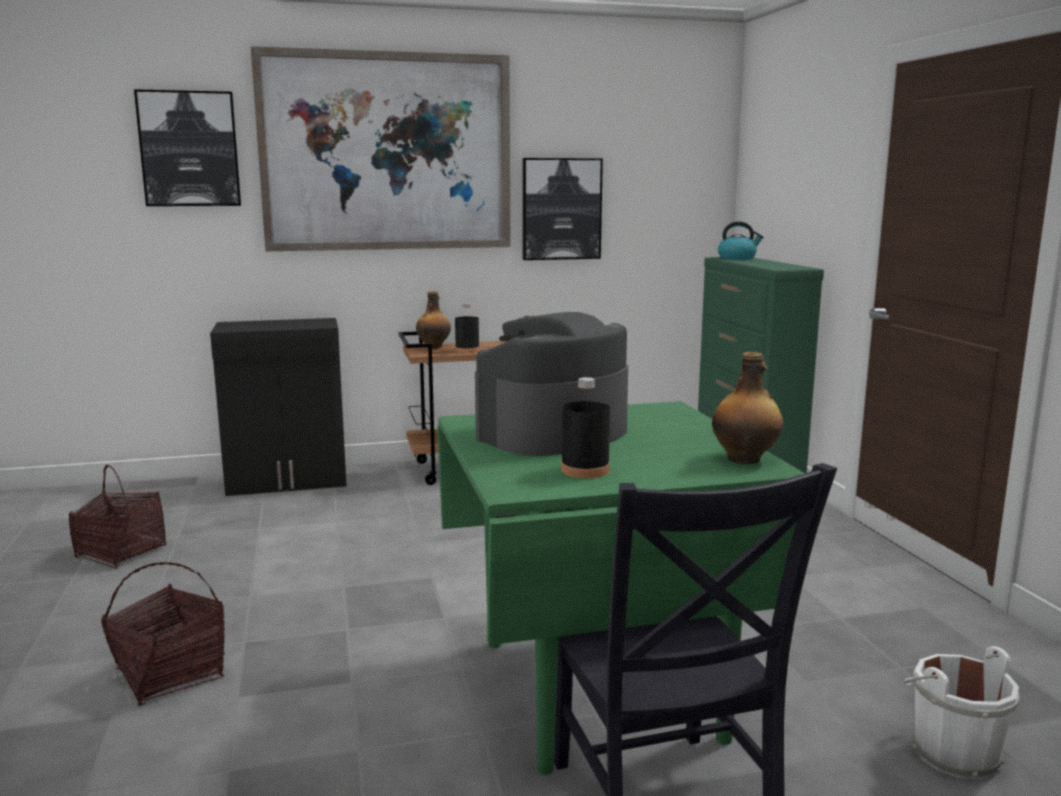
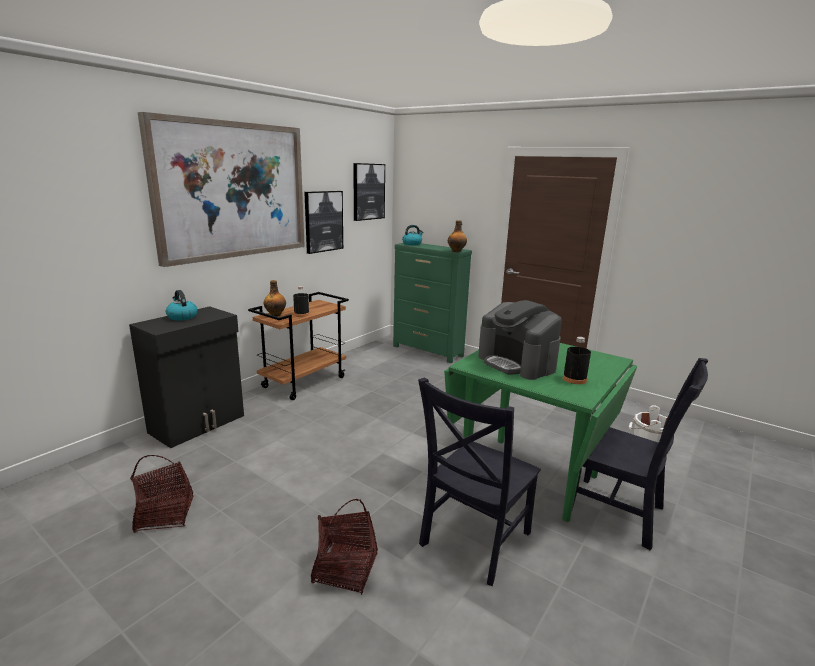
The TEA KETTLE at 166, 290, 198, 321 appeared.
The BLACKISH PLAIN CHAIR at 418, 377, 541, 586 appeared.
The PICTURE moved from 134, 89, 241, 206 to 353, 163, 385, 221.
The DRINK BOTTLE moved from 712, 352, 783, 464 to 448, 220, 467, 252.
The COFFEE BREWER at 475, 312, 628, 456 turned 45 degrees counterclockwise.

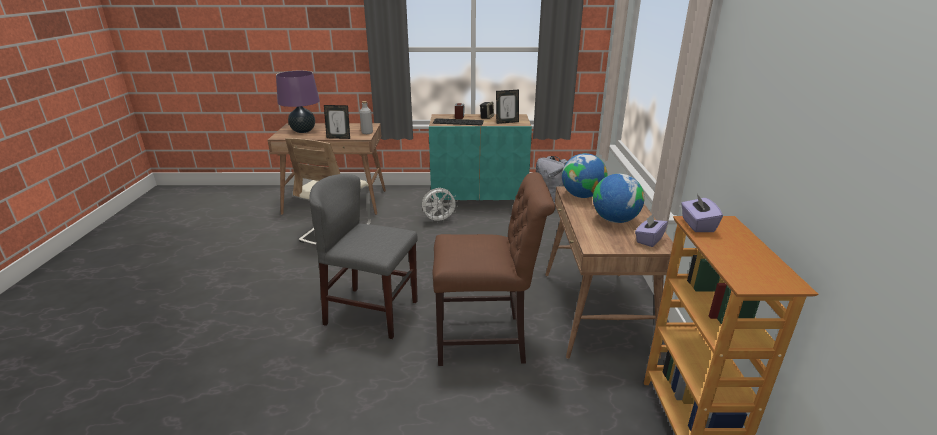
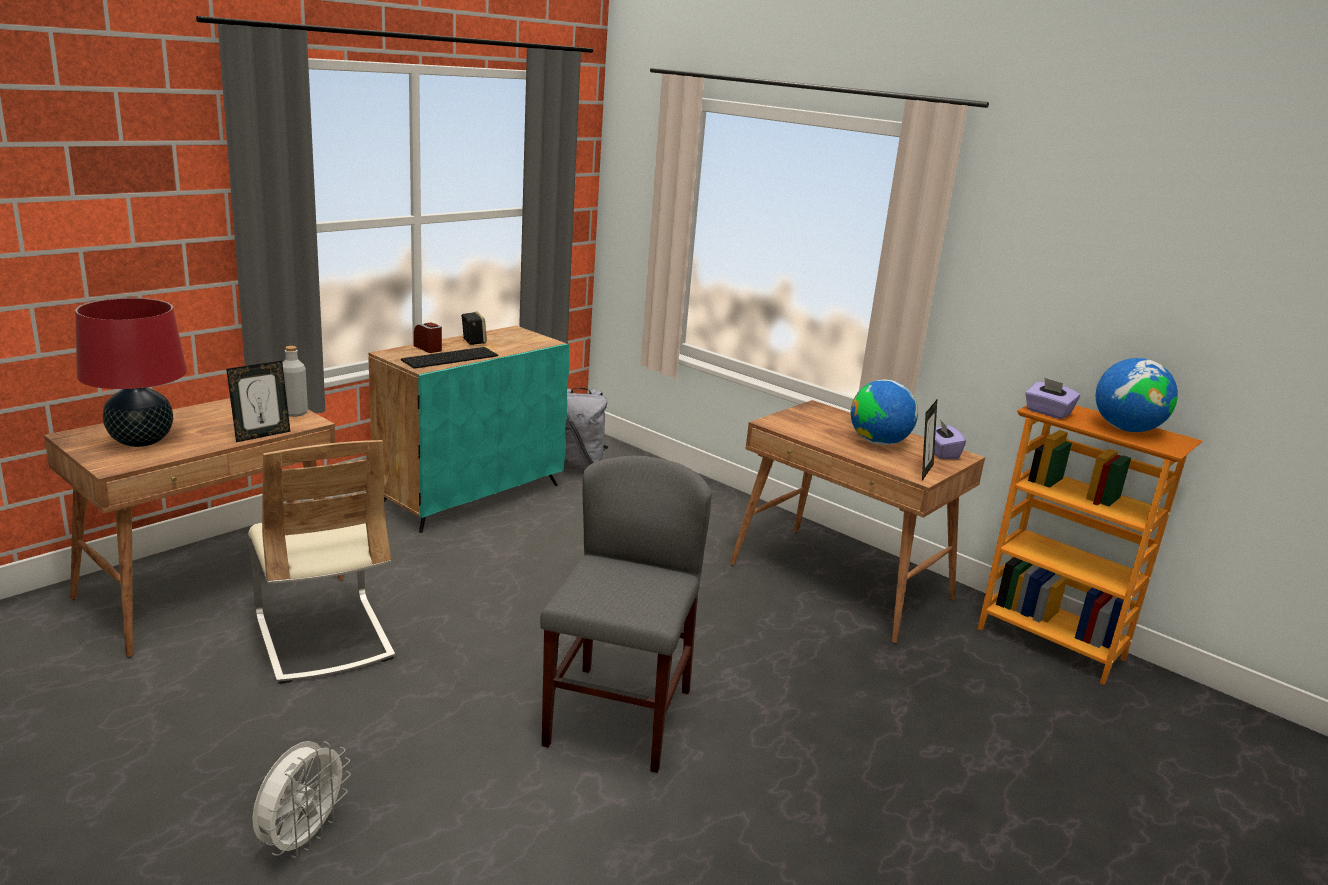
The BROWN-COLOURED PLAIN CHAIR at 433, 172, 555, 366 disappeared.
The WHITISH COOLING FAN moved from 422, 188, 458, 223 to 252, 741, 351, 858.
The STANDING FRAME moved from 496, 90, 519, 124 to 922, 400, 937, 481.
The DESK GLOBE moved from 562, 153, 608, 198 to 1096, 358, 1178, 432.
The PURPLISH LAMP FOR A TABLE at 276, 71, 320, 133 became the REDDISH LAMP FOR A TABLE at 75, 298, 187, 447.
The GREY PLAIN CHAIR at 309, 174, 418, 339 turned 135 degrees clockwise.

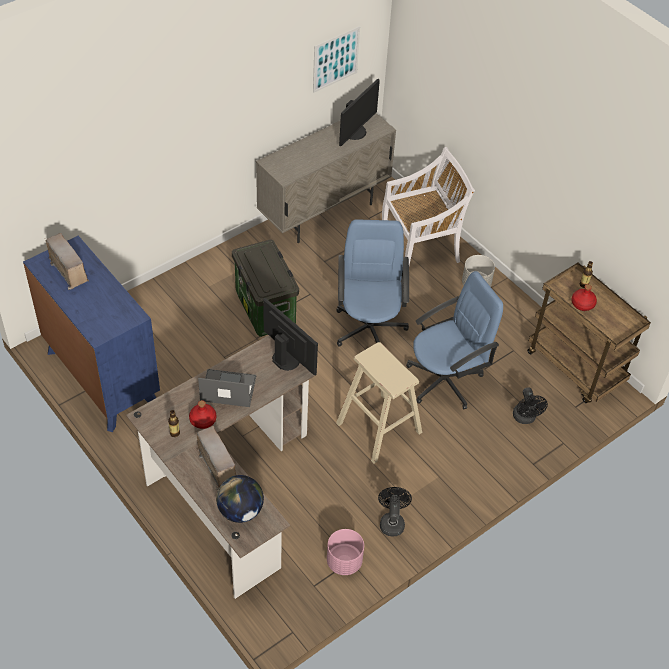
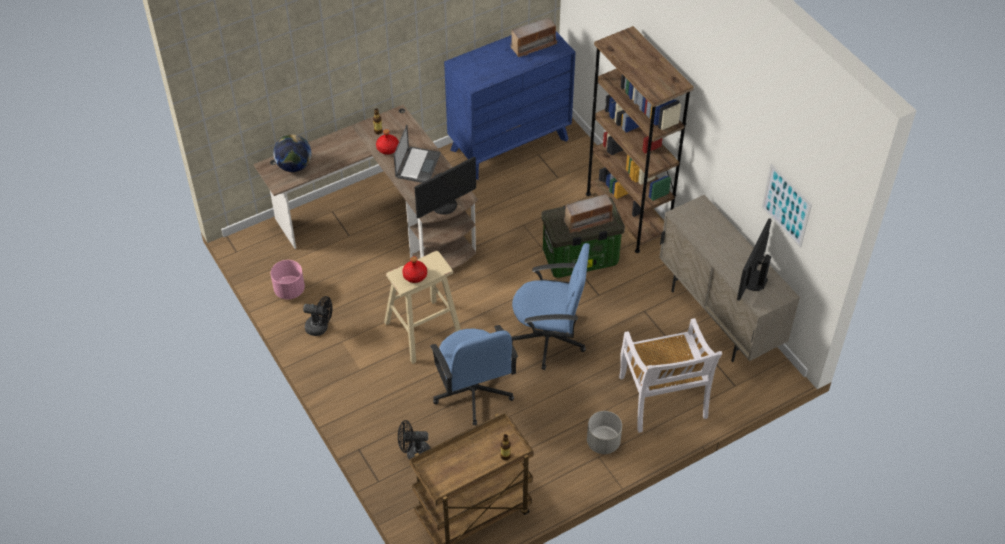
The BROWN-COLOURED BOOKCASE at 586, 26, 694, 253 appeared.
The RADIO SET moved from 196, 426, 236, 490 to 564, 194, 614, 233.
The REDDISH DRINK BOTTLE moved from 572, 284, 597, 311 to 402, 256, 427, 283.
The COMPUTER SCREEN at 339, 79, 380, 146 turned 75 degrees clockwise.

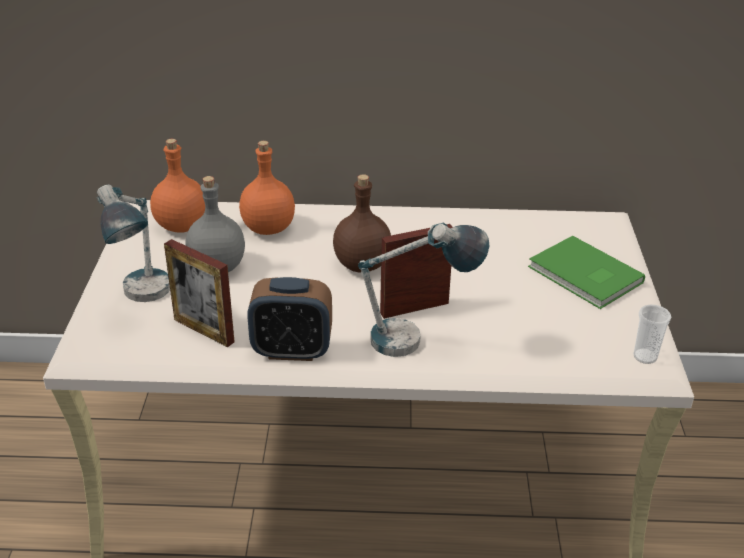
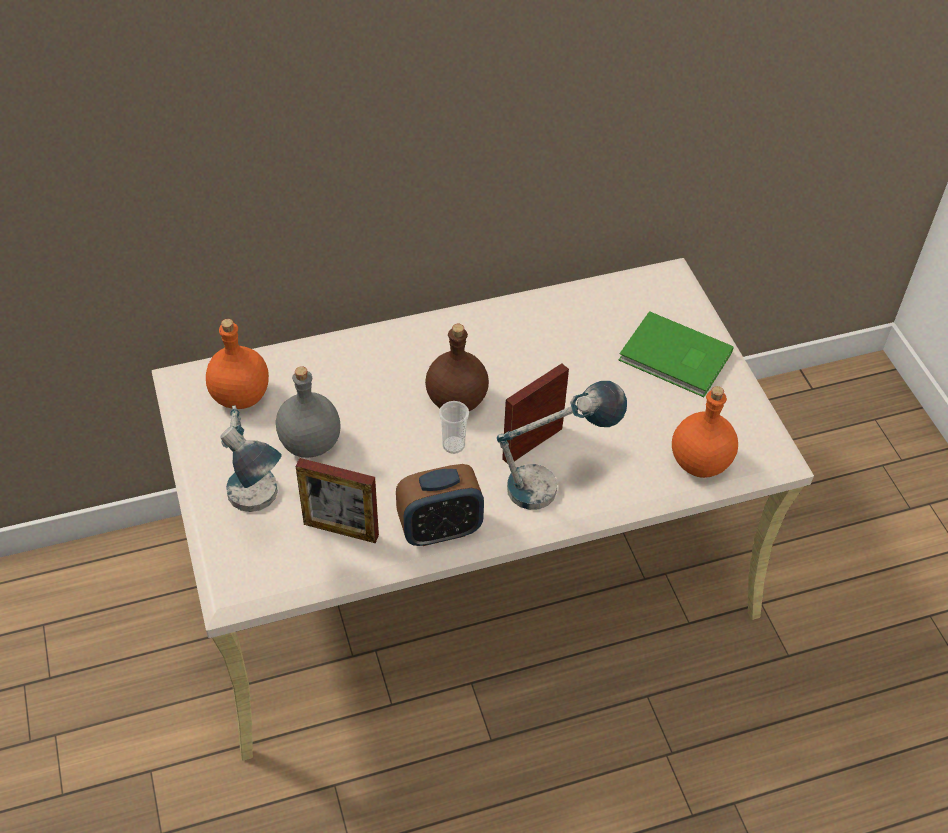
The ORANGE-COLOURED DRINK BOTTLE moved from 239, 141, 295, 235 to 672, 386, 738, 478.
The CUP moved from 633, 304, 671, 364 to 439, 401, 469, 454.

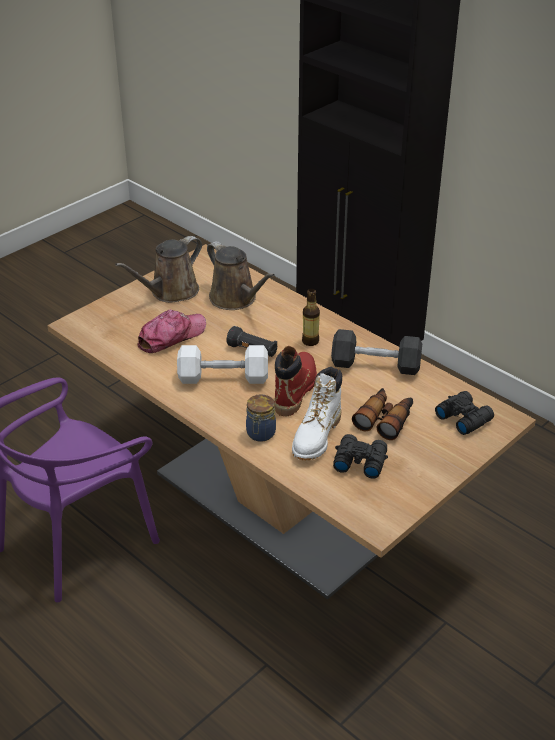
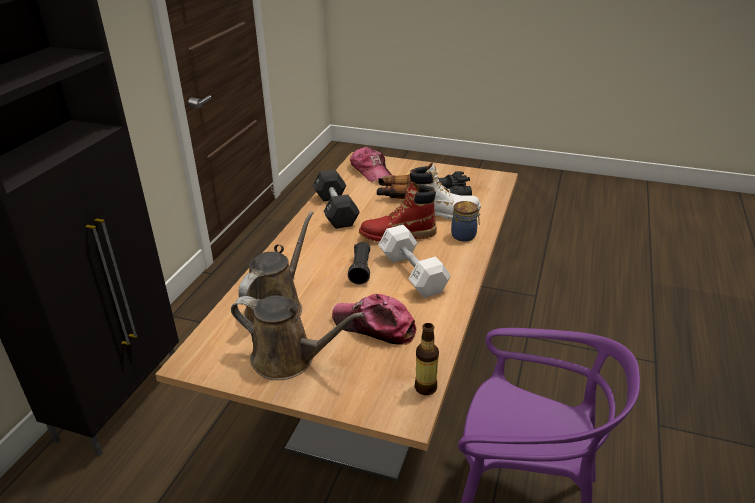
The DRINK BOTTLE moved from 302, 289, 320, 346 to 415, 323, 439, 395.
The BLACKISH BINOCULARS at 435, 391, 494, 435 was replaced by the PEAKED CAP at 350, 147, 393, 182.

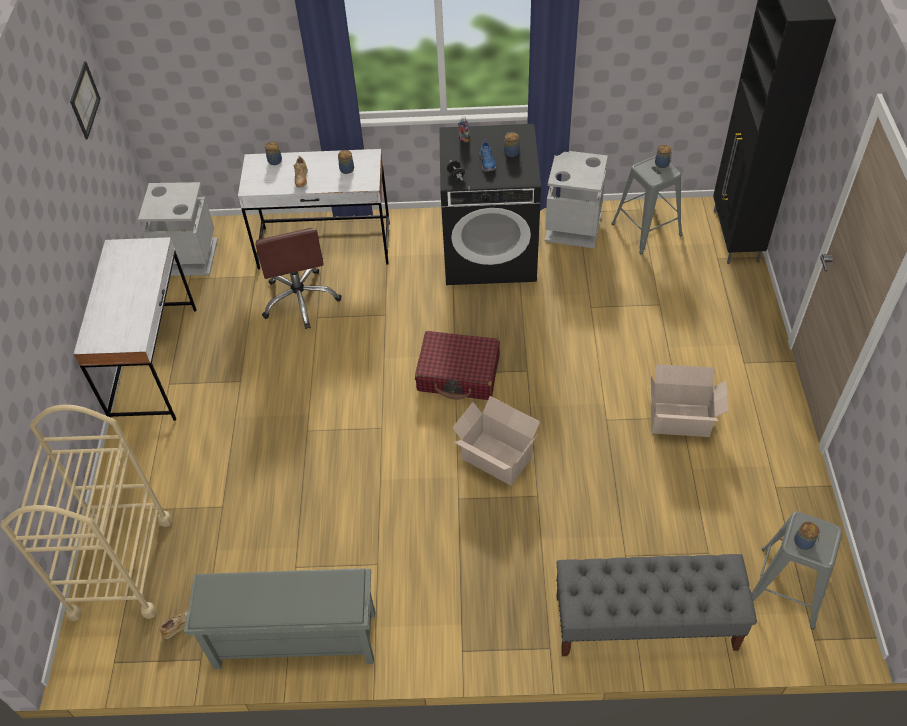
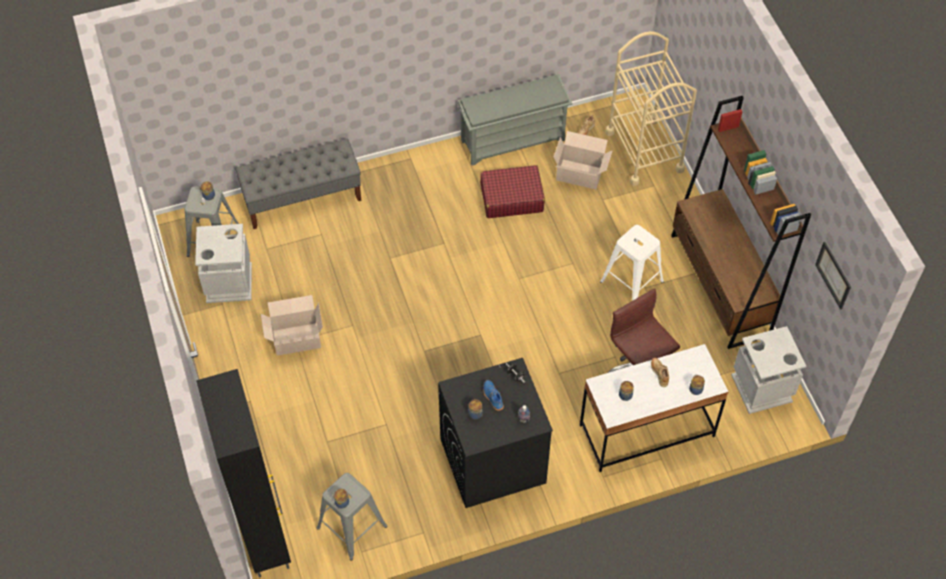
The WHITISH STOOL SEAT at 600, 225, 664, 301 appeared.
The REDDISH SUITCASE moved from 415, 331, 500, 400 to 480, 165, 545, 218.
The CARDBOARD BOX moved from 452, 396, 540, 486 to 554, 131, 613, 189.
The GREY WASTE BIN moved from 545, 151, 608, 248 to 195, 224, 252, 303.
The WHITISH DESK at 73, 237, 197, 421 was replaced by the BROWN-COLOURED BOOKCASE at 671, 96, 811, 349.

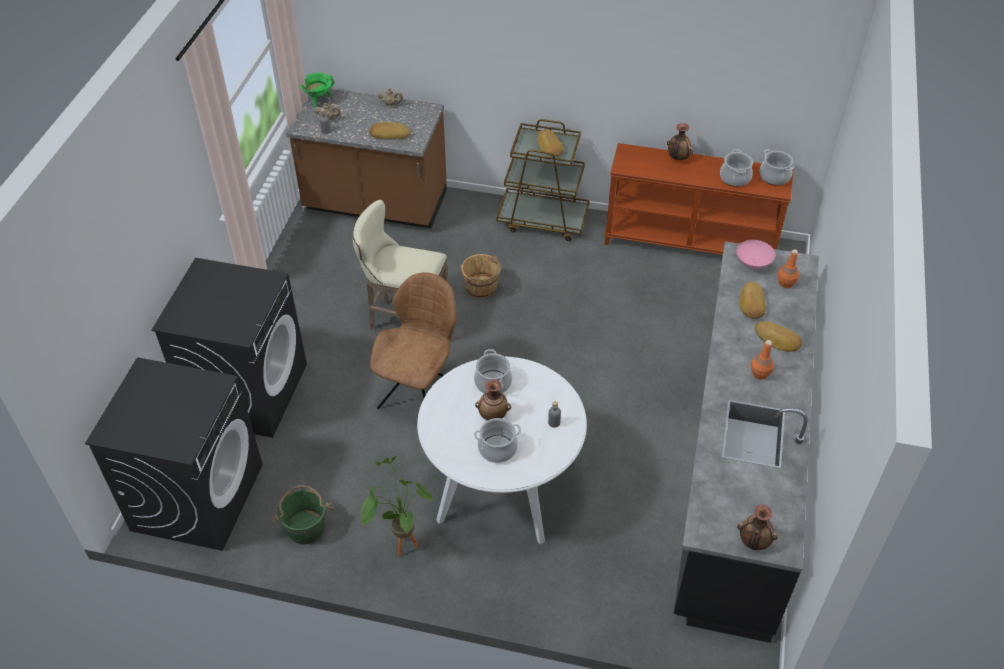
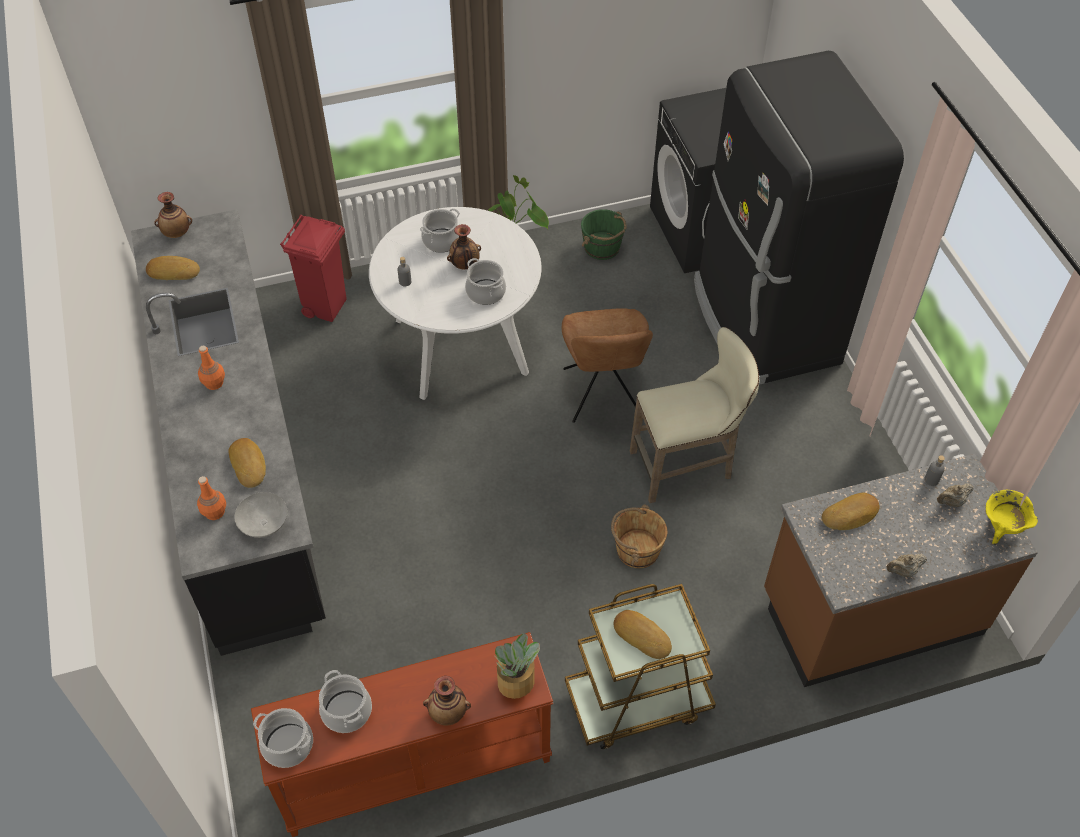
The REDDISH WASTE BIN at 280, 214, 346, 322 appeared.
The POTTED PLANT at 495, 633, 540, 699 appeared.
The BAKERY BREAD moved from 755, 321, 802, 352 to 146, 256, 200, 280.
The BLACKISH WASHING MACHINE at 152, 258, 307, 438 was replaced by the BLACKISH KITCHEN FRIDGE at 694, 51, 904, 385.
The GREENISH STOCKPOT at 300, 73, 335, 107 became the YELLOW-COLOURED STOCKPOT at 986, 490, 1038, 545.
The PINK-COLOURED BOWL at 736, 240, 775, 269 became the GREY BOWL at 234, 492, 288, 538.

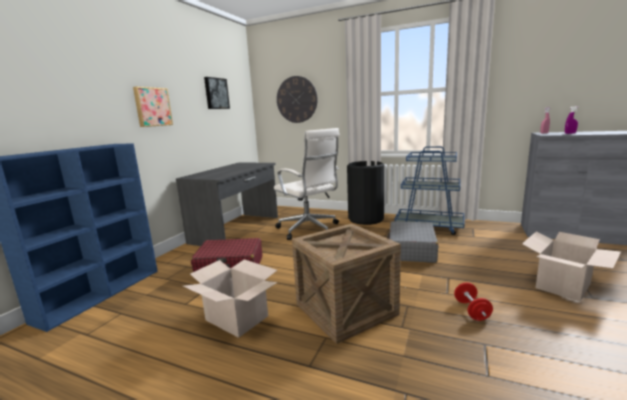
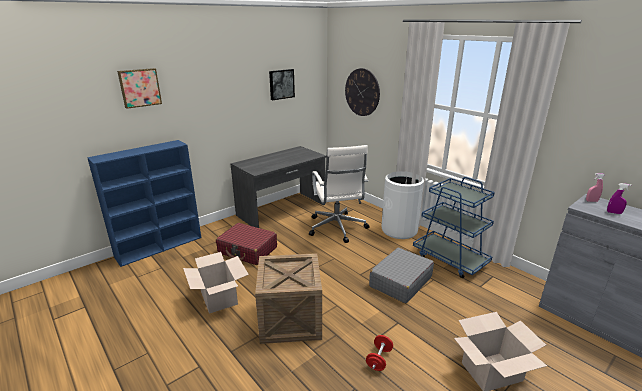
The PICTURE moved from 133, 87, 173, 127 to 117, 68, 162, 109.
The BLACKISH WASTE BIN at 347, 161, 384, 225 became the WHITISH WASTE BIN at 381, 171, 424, 239.

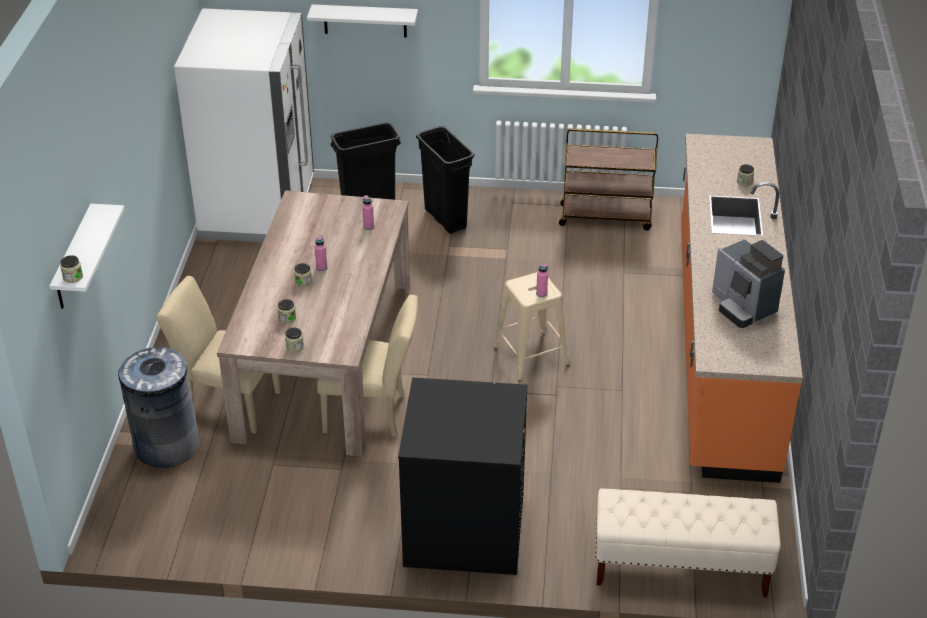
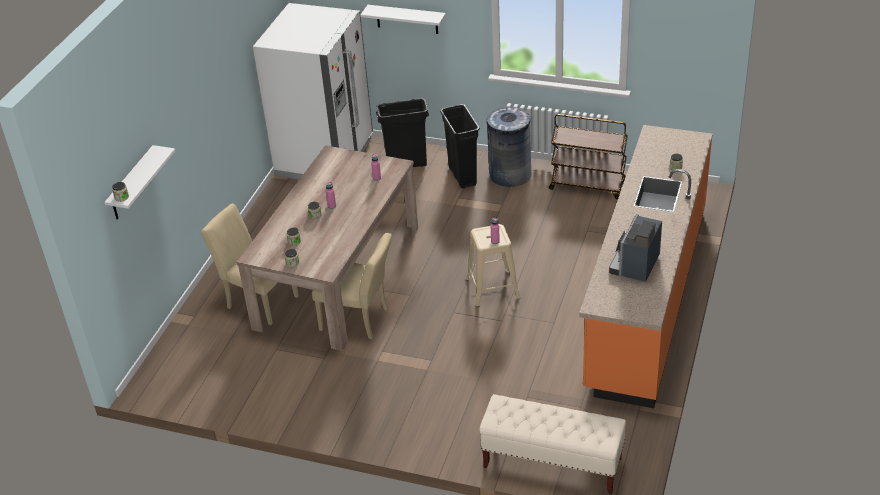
The BLACKISH WASHING MACHINE at 398, 377, 527, 575 disappeared.
The GREY WASTE BIN moved from 118, 347, 200, 468 to 486, 107, 532, 187.
The COFFEE BREWER at 712, 239, 785, 328 turned 45 degrees clockwise.

